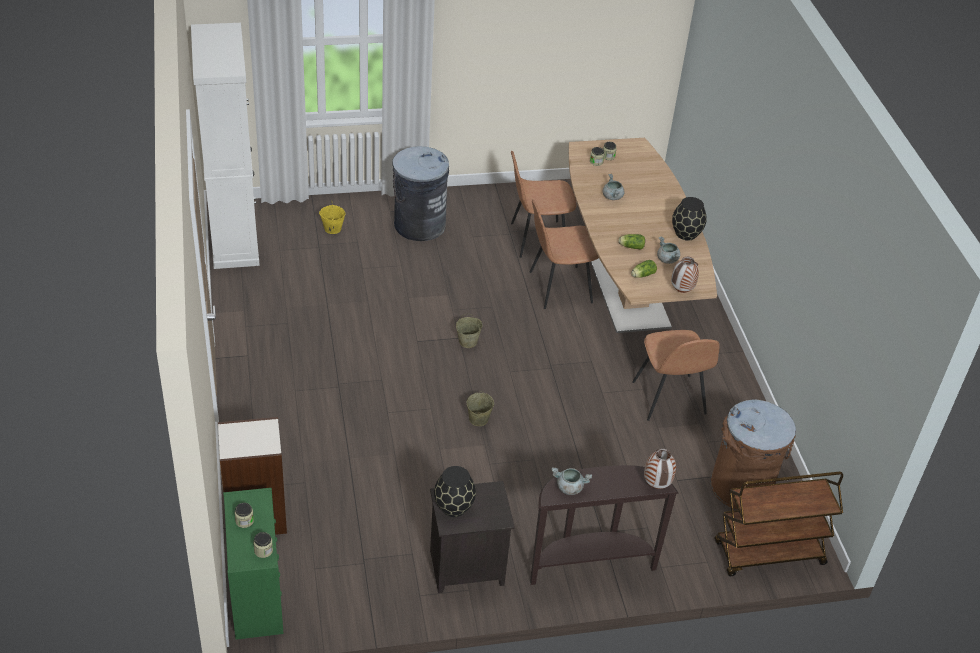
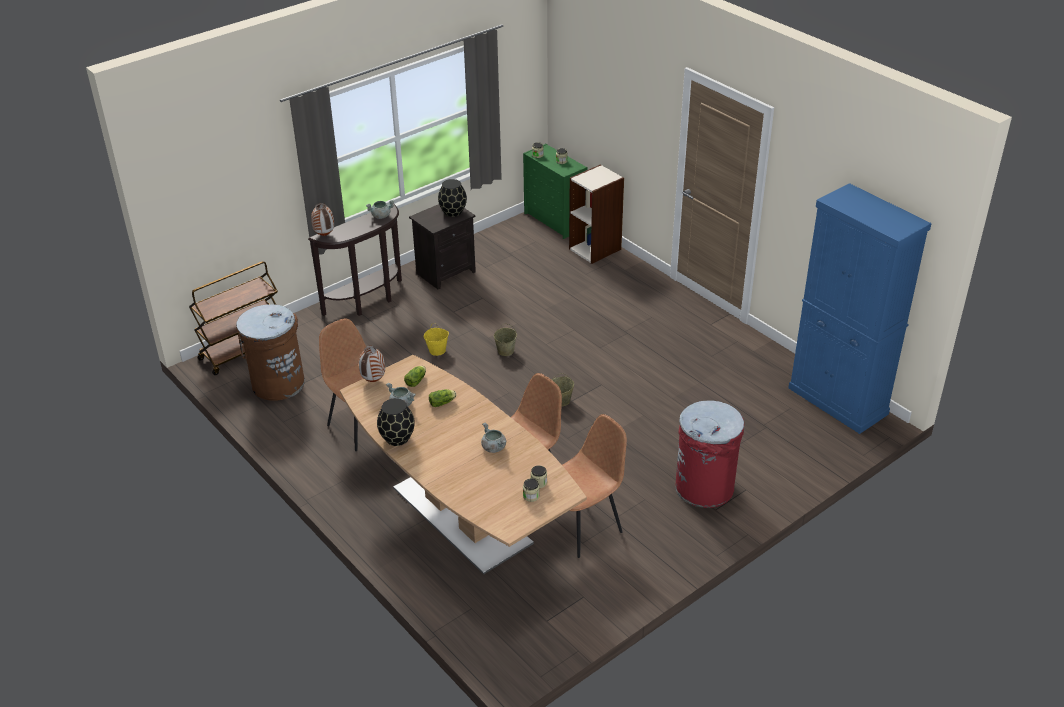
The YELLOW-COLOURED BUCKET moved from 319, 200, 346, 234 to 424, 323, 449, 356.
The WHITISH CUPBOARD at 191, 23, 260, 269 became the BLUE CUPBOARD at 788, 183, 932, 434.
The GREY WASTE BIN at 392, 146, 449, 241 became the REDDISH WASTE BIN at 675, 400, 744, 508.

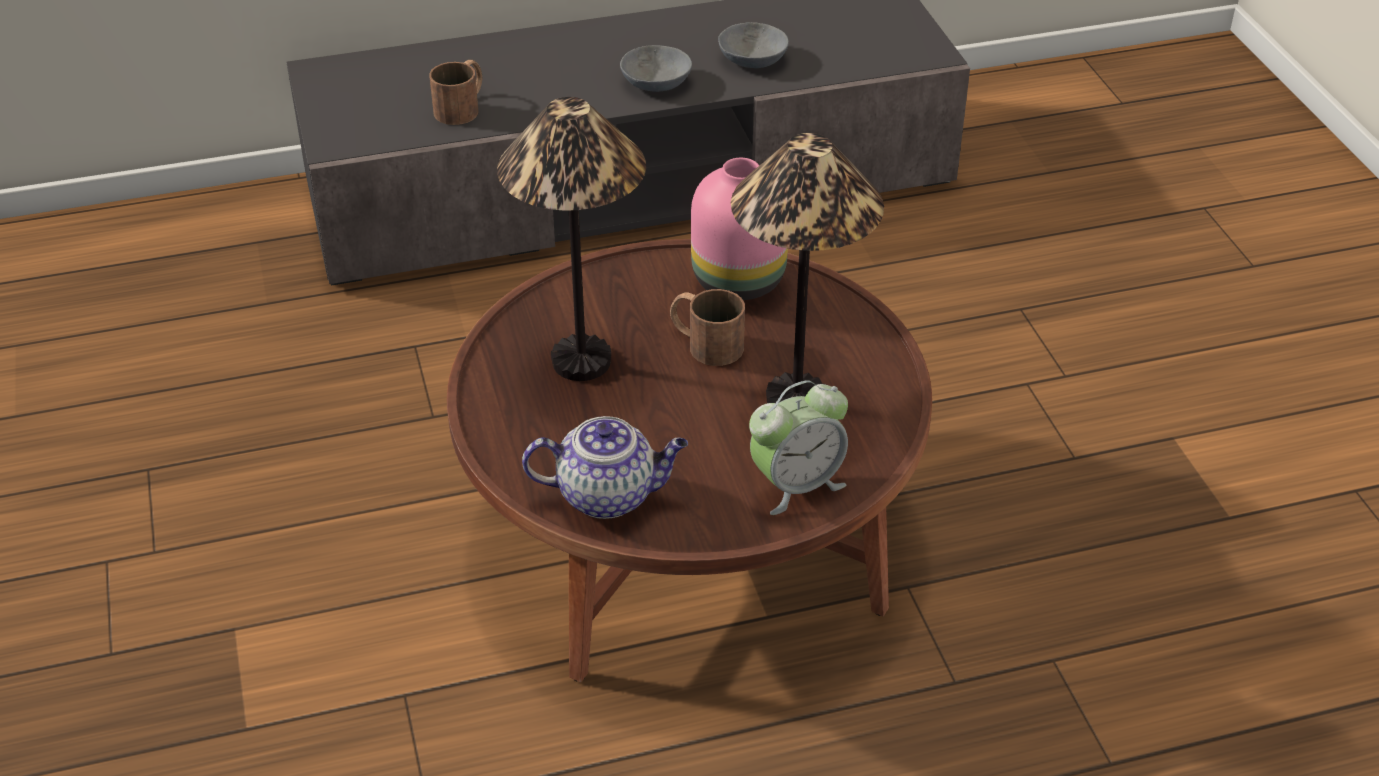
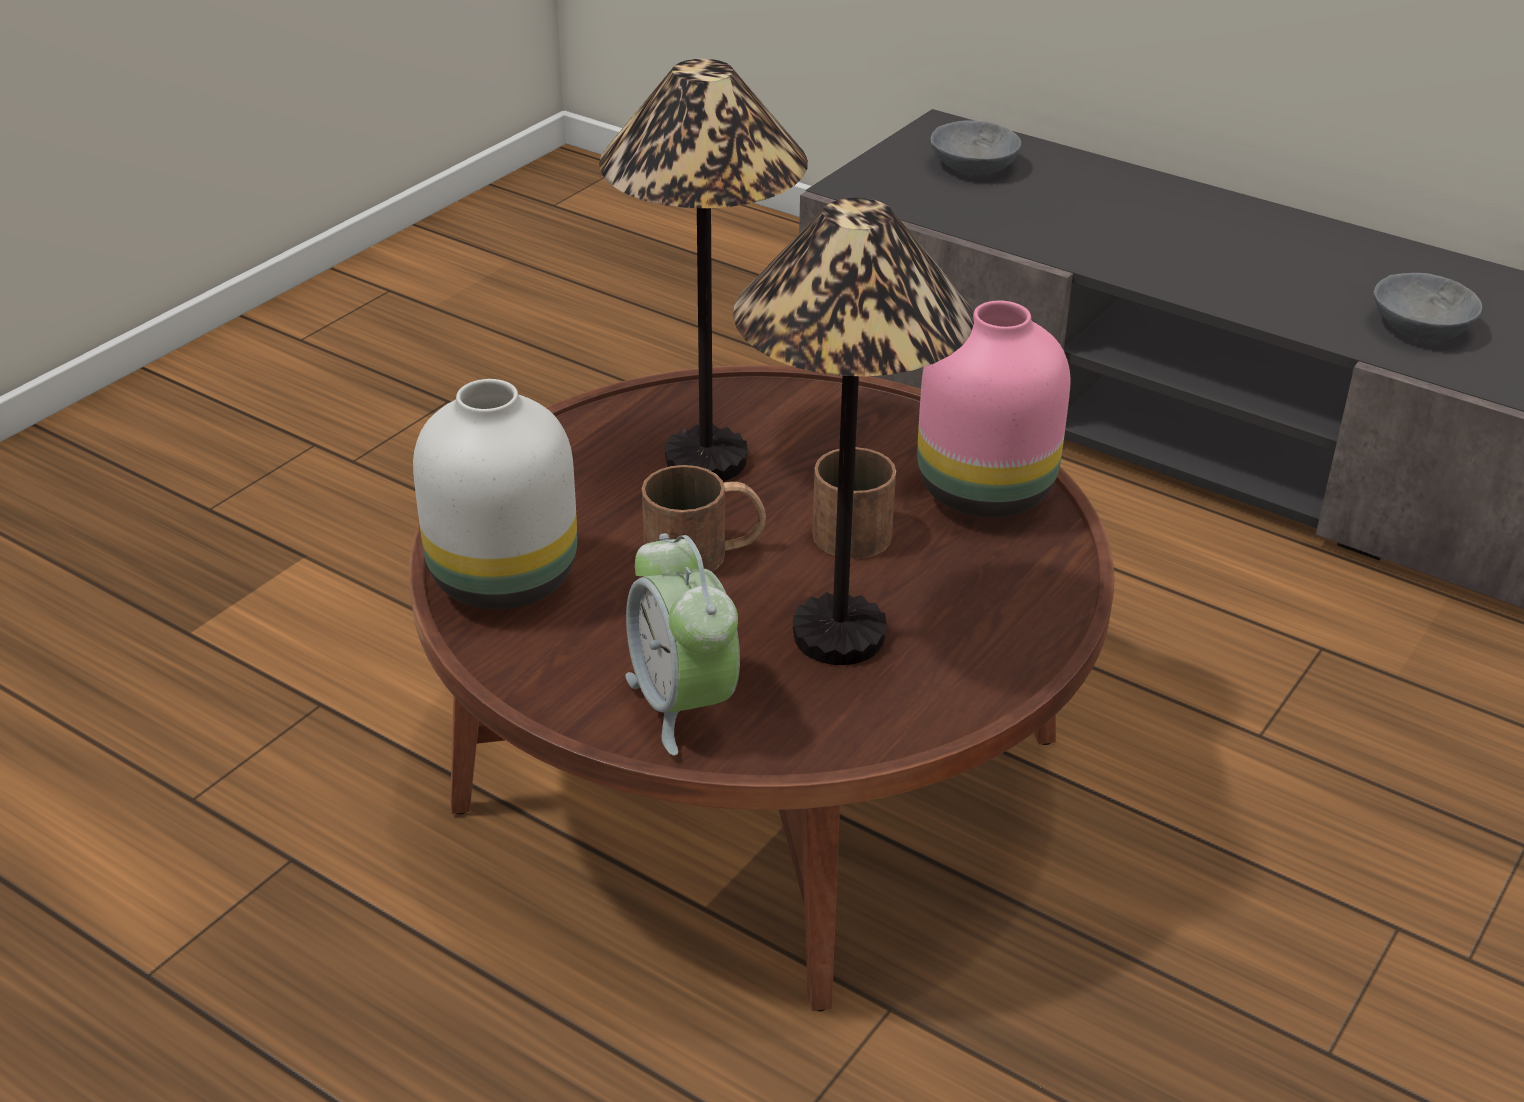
The BROWN-COLOURED MUG moved from 429, 60, 482, 125 to 642, 465, 766, 572.
The GREY BOWL moved from 620, 45, 692, 92 to 930, 120, 1021, 175.
The POT FOR TEA at 522, 416, 688, 519 was replaced by the WHITISH VASE at 413, 379, 577, 609.
The TABLE CLOCK at 749, 381, 848, 515 turned 45 degrees clockwise.

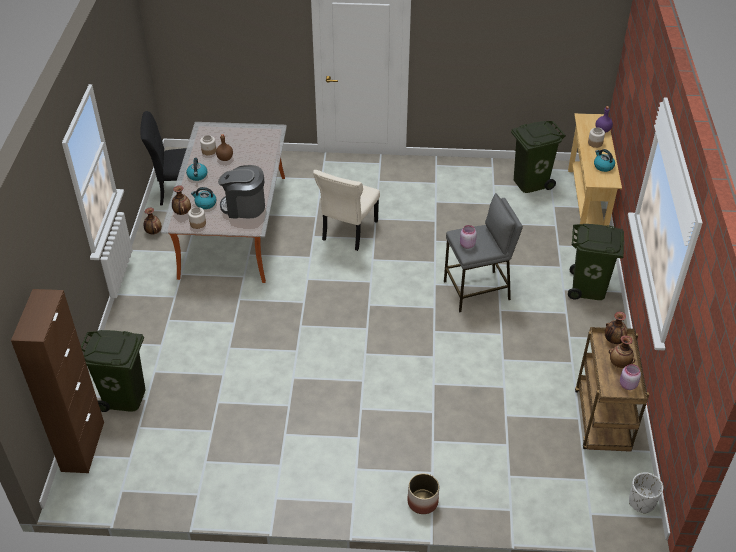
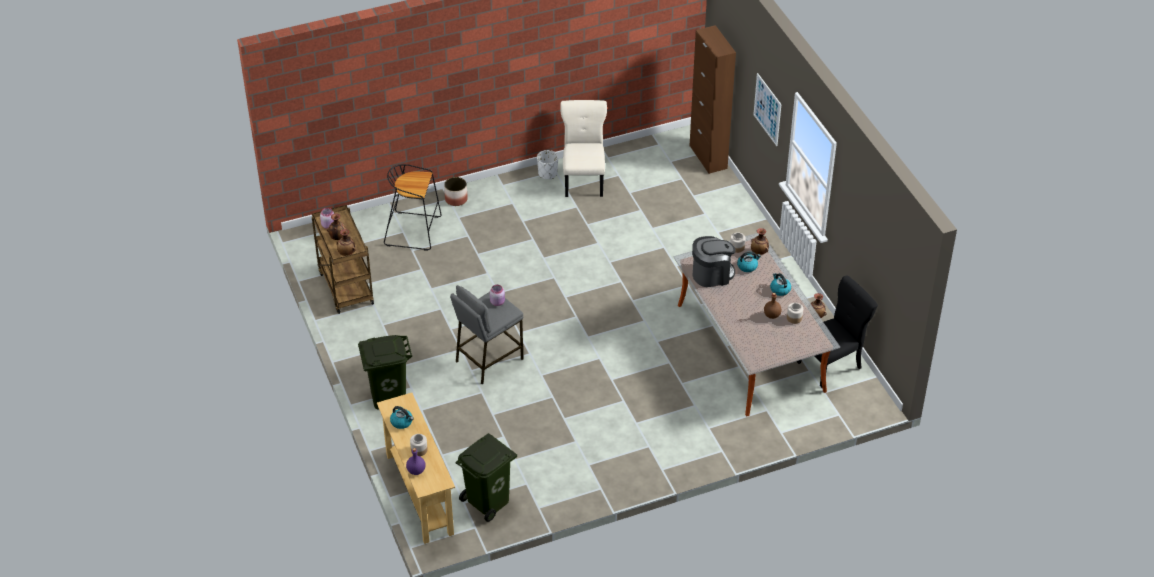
The GREENISH WASTE BIN at 81, 330, 146, 412 disappeared.
The BLACKISH STOOL SEAT at 384, 164, 442, 251 appeared.
The PICTURE at 753, 73, 781, 146 appeared.
The BEIGE-COLOURED PLAIN CHAIR moved from 313, 170, 380, 251 to 560, 100, 607, 197.
The WHITISH PLANT POT moved from 629, 472, 663, 514 to 537, 150, 558, 179.

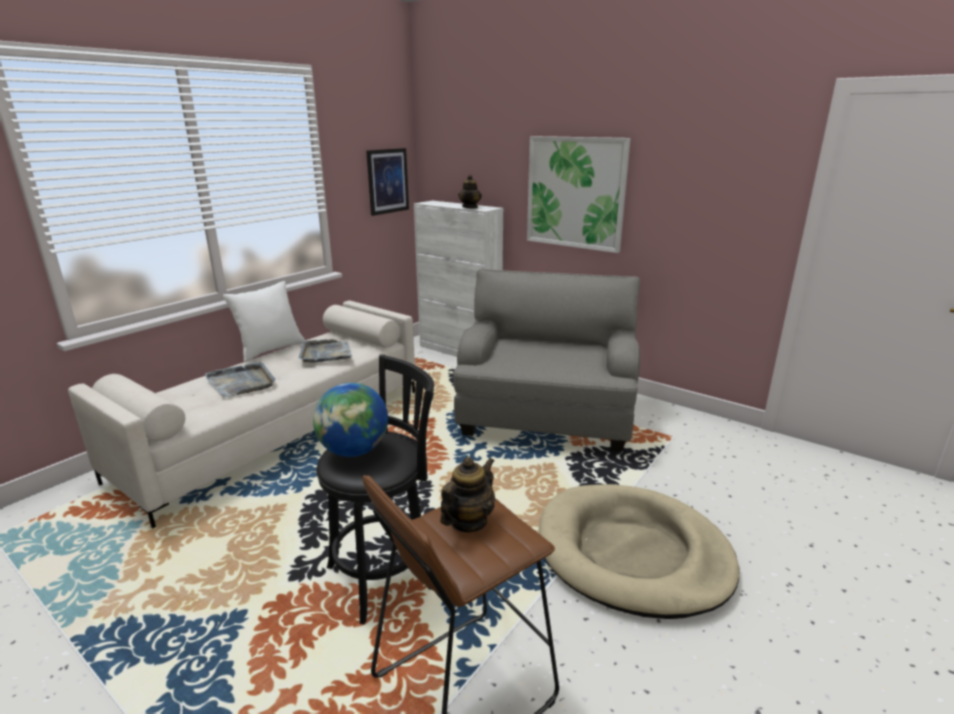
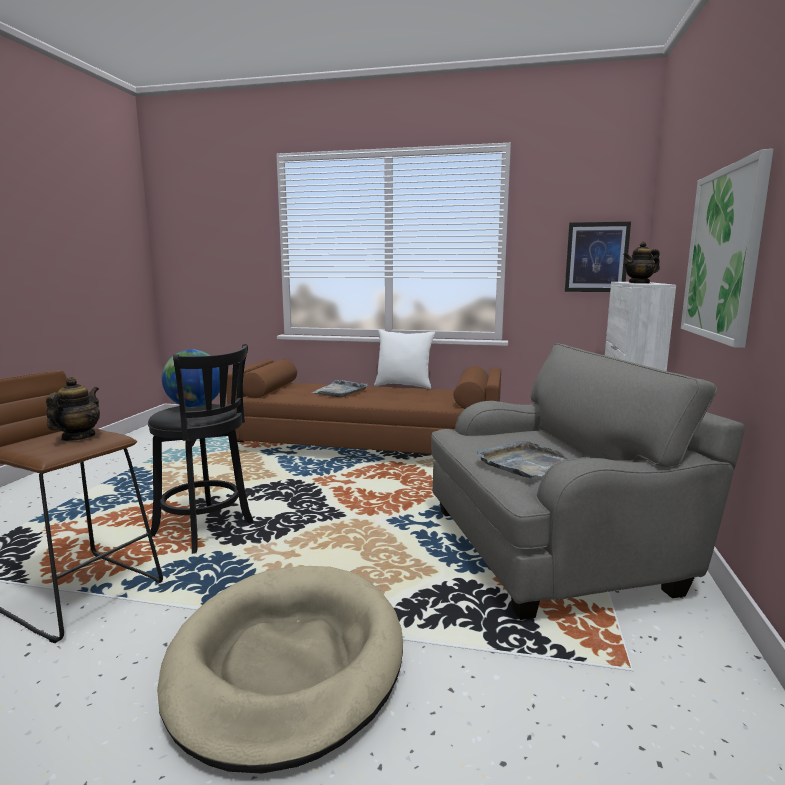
The GREY CARRYING TRAY moved from 299, 339, 352, 363 to 477, 441, 567, 478.
The WHITISH SOFA at 68, 301, 415, 528 became the BROWN-COLOURED SOFA at 226, 359, 501, 454.
The POT FOR TEA at 440, 457, 495, 532 turned 90 degrees counterclockwise.

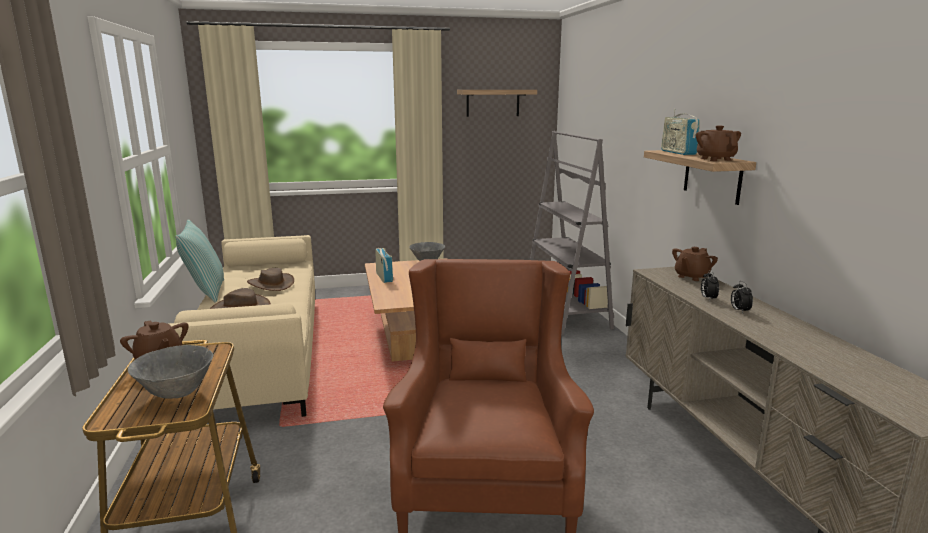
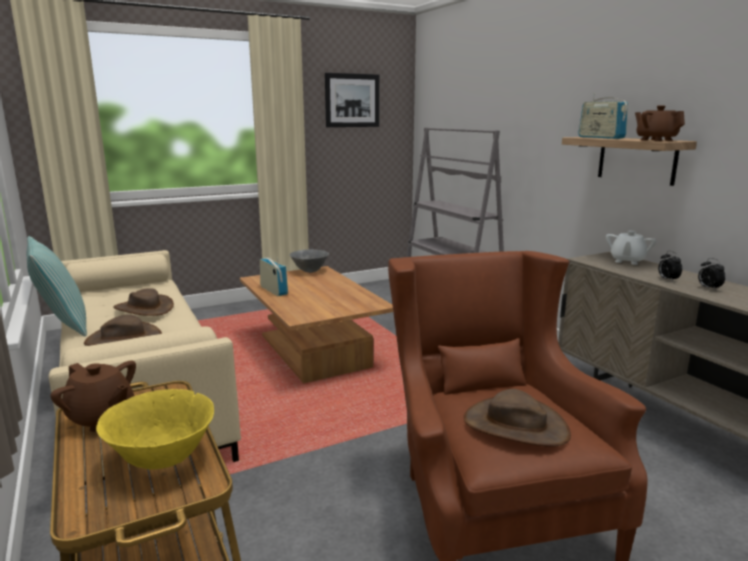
The BROWN-COLOURED WEARABLE HAT at 464, 389, 571, 447 appeared.
The SHELF at 457, 90, 537, 117 was replaced by the PICTURE at 325, 73, 379, 127.
The GREY BOWL at 128, 345, 213, 399 became the YELLOW-COLOURED BOWL at 96, 389, 214, 470.
The BROWN-COLOURED POT FOR TEA at 672, 247, 718, 281 became the WHITISH POT FOR TEA at 606, 231, 656, 265.

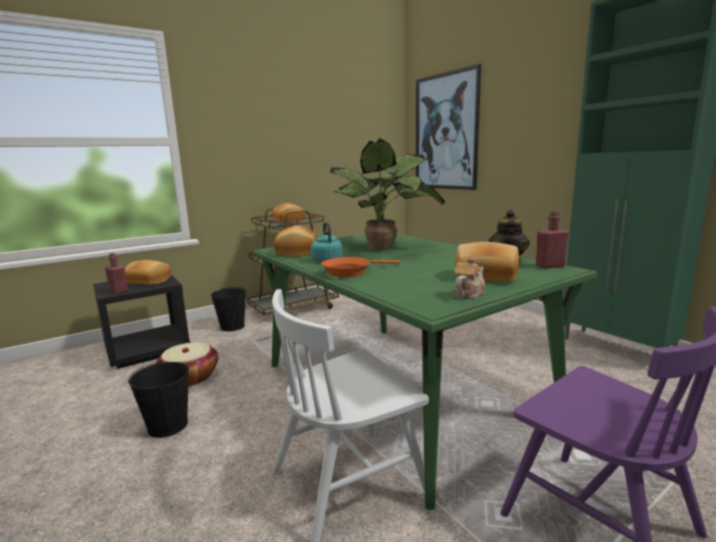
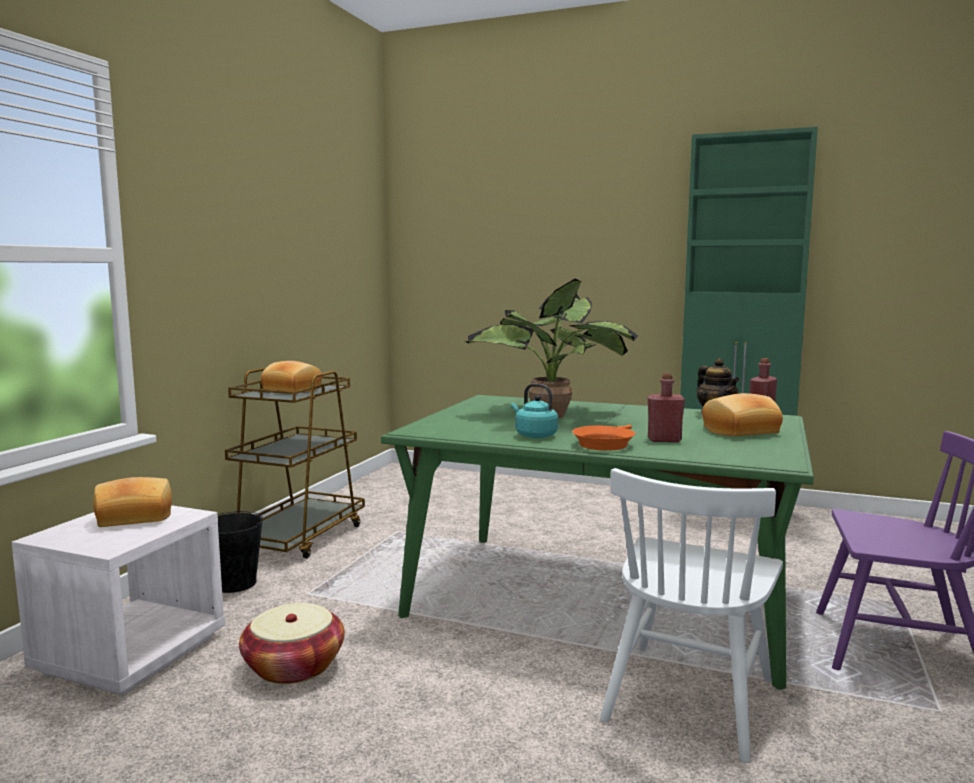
The BLACKISH BUCKET at 128, 360, 189, 438 disappeared.
The BAKERY BREAD at 274, 226, 317, 257 disappeared.
The PICTURE at 416, 64, 481, 190 disappeared.
The POT FOR TEA at 454, 256, 485, 299 disappeared.
The REDDISH DRINK BOTTLE moved from 105, 253, 128, 294 to 648, 373, 685, 442.
The BLACKISH BEDSIDE TABLE at 93, 275, 190, 369 became the WHITISH BEDSIDE TABLE at 12, 505, 225, 695.

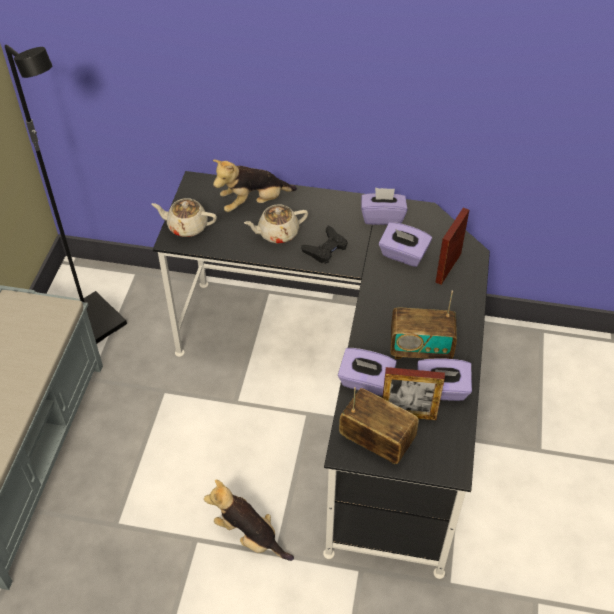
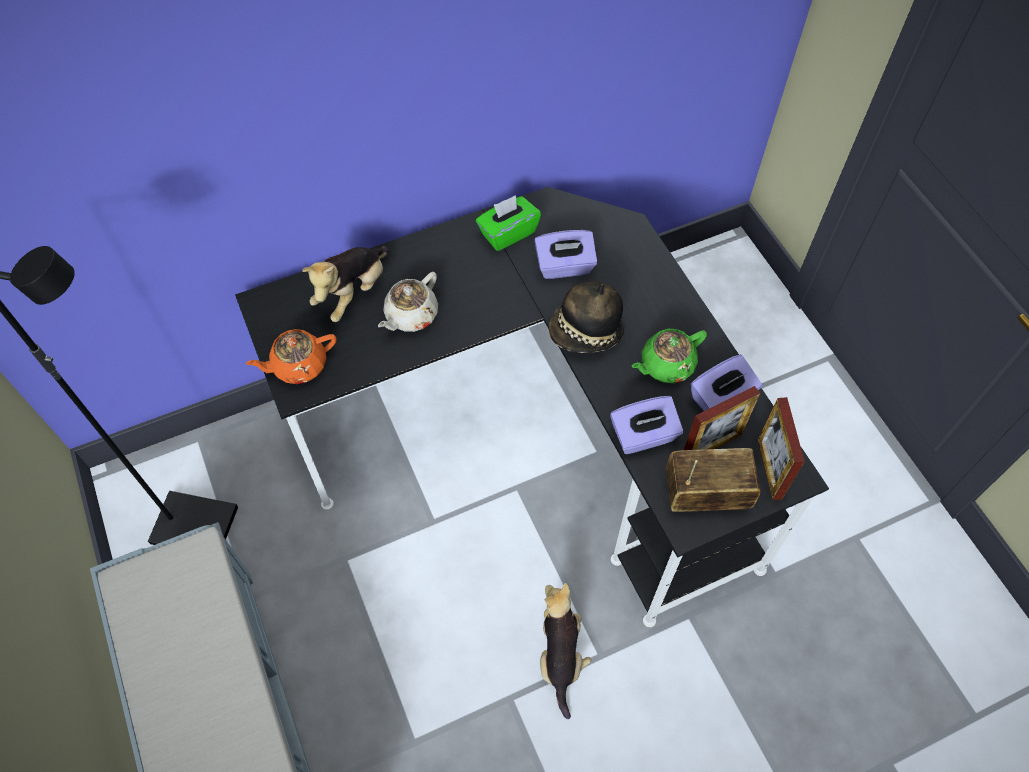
The BLACKISH GAME CONTROLLER at 301, 226, 347, 264 disappeared.
The WEARABLE HAT at 549, 281, 624, 353 appeared.
The STANDING FRAME moved from 436, 208, 469, 285 to 758, 397, 805, 500.
The RADIO SET at 391, 291, 457, 359 was replaced by the GREENISH POT FOR TEA at 632, 329, 707, 383.
The BEIGE-COLOURED POT FOR TEA at 151, 198, 217, 237 became the ORANGE-COLOURED POT FOR TEA at 246, 329, 336, 384.
The PURPLISH TISSUE BOX at 361, 187, 407, 225 became the GREENISH TISSUE BOX at 476, 195, 541, 251.
The SOFT TOY at 204, 480, 294, 561 turned 90 degrees clockwise.

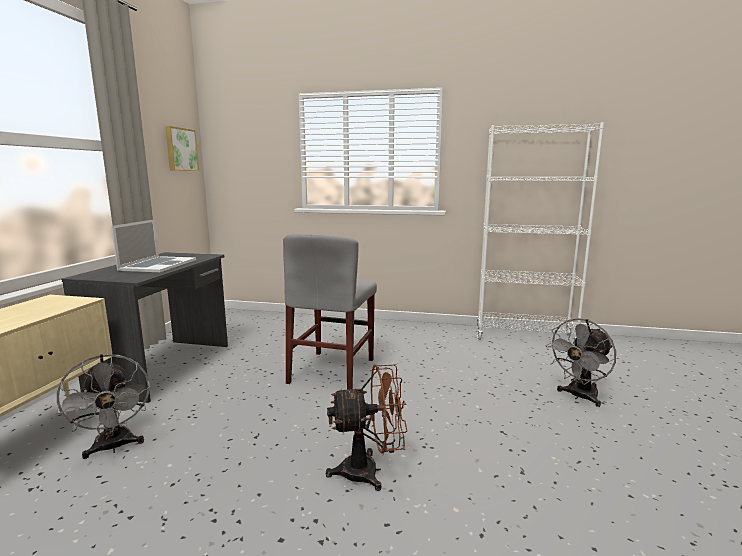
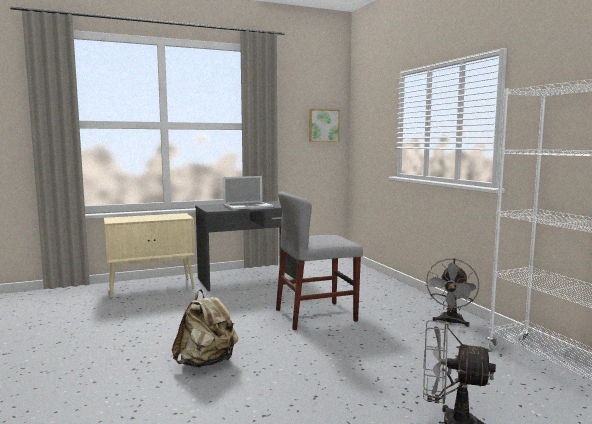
The GREY COOLING FAN moved from 56, 354, 150, 459 to 425, 258, 479, 327.
The BROWN-COLOURED COOLING FAN at 326, 365, 407, 491 was replaced by the BEIGE-COLOURED RUCKSACK at 172, 289, 238, 368.

